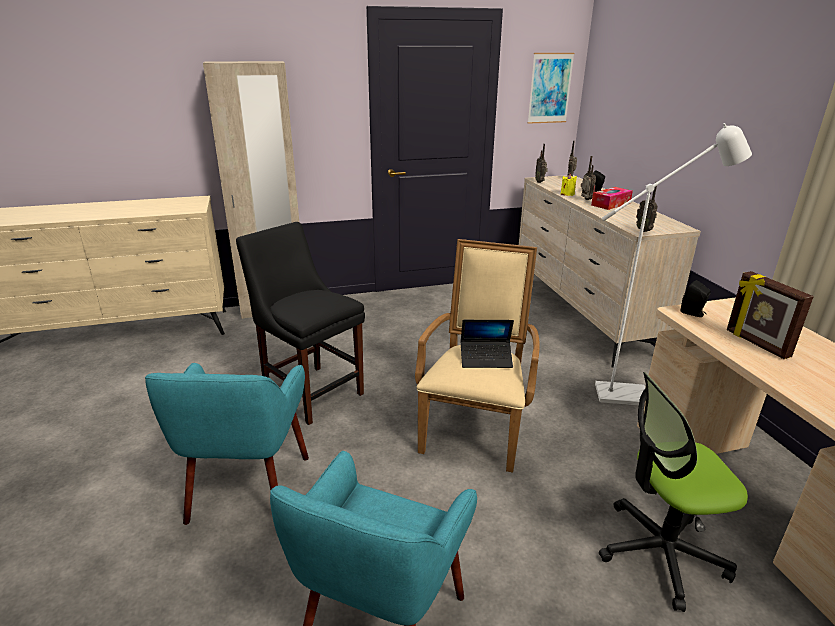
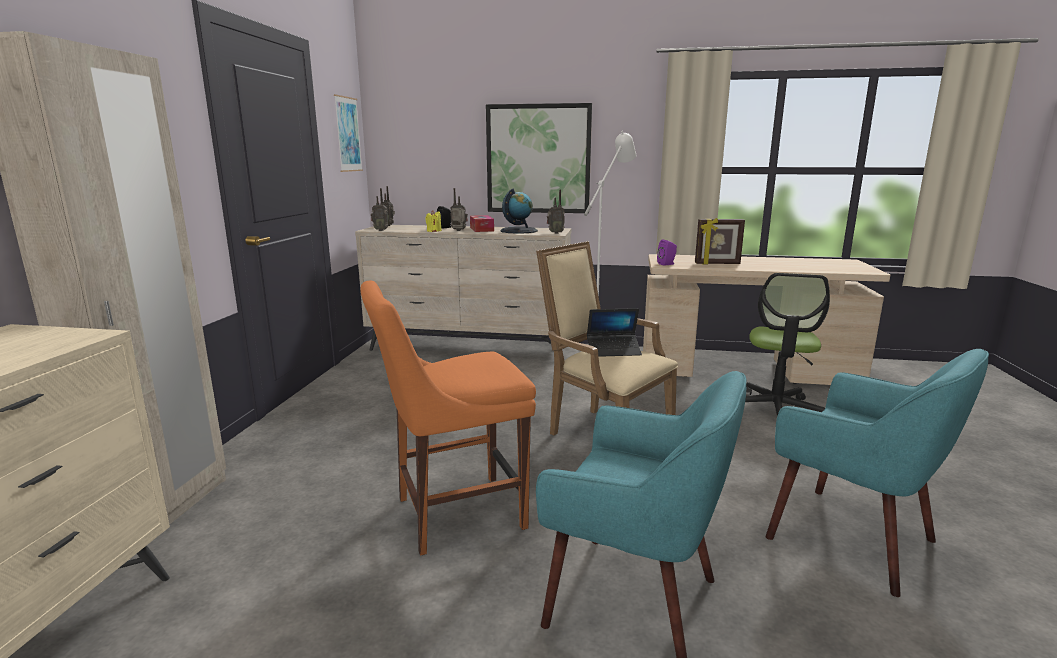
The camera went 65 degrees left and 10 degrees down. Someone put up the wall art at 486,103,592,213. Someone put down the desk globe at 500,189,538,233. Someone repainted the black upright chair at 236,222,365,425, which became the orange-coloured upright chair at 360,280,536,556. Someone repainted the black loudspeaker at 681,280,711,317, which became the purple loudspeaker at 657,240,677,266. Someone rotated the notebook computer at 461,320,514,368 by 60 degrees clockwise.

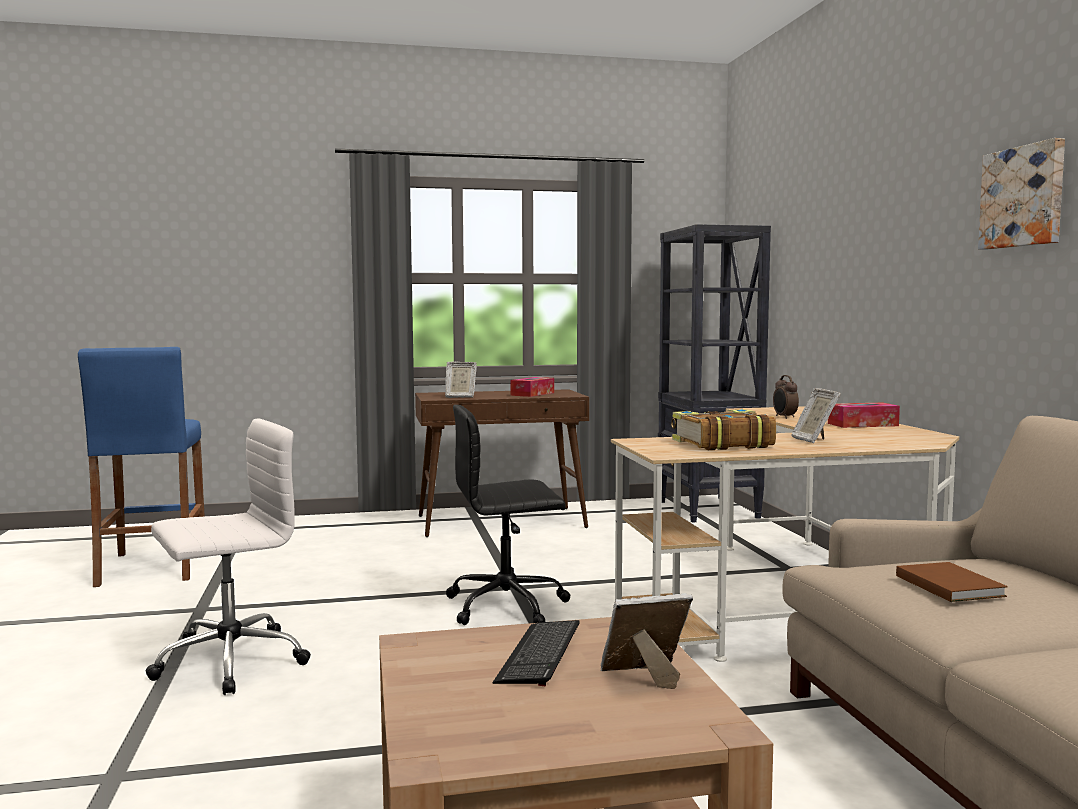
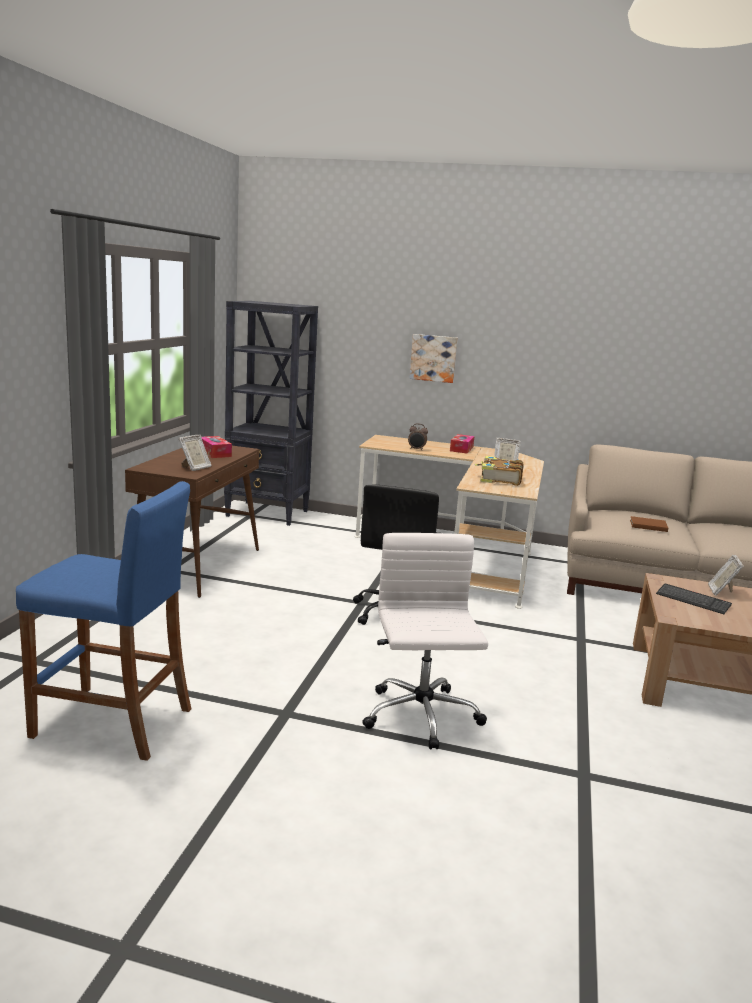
The camera went 65 degrees left and 10 degrees up. Someone carried the wall art from 978,138,1065,249 to 409,334,458,383.

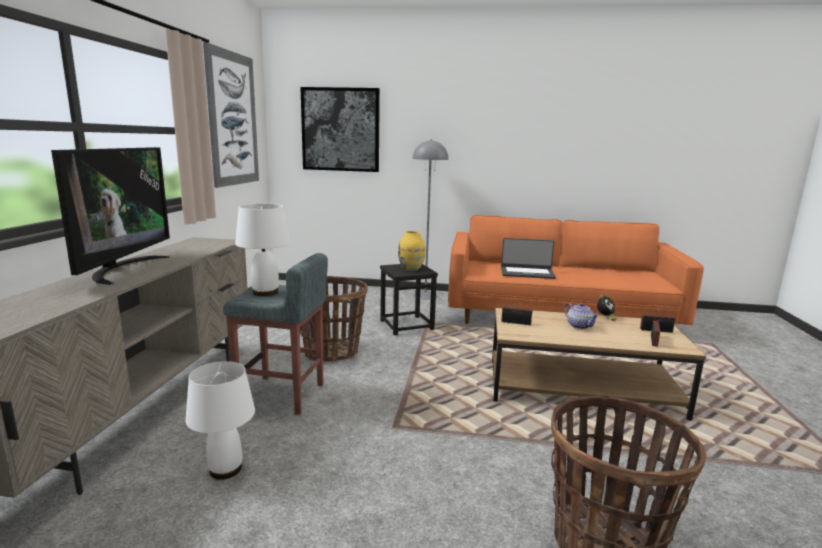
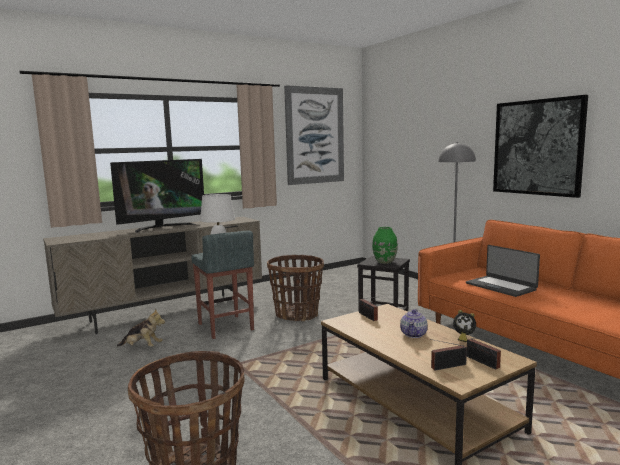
The camera went 50 degrees right and 5 degrees down. Someone carried the wall art from 300,87,380,172 to 493,95,588,198. Someone swapped the whitish tabletop lamp at 186,361,255,480 for the plush toy at 117,310,165,347. Someone repainted the yellowish vase at 398,231,425,271, which became the green vase at 372,227,398,264.

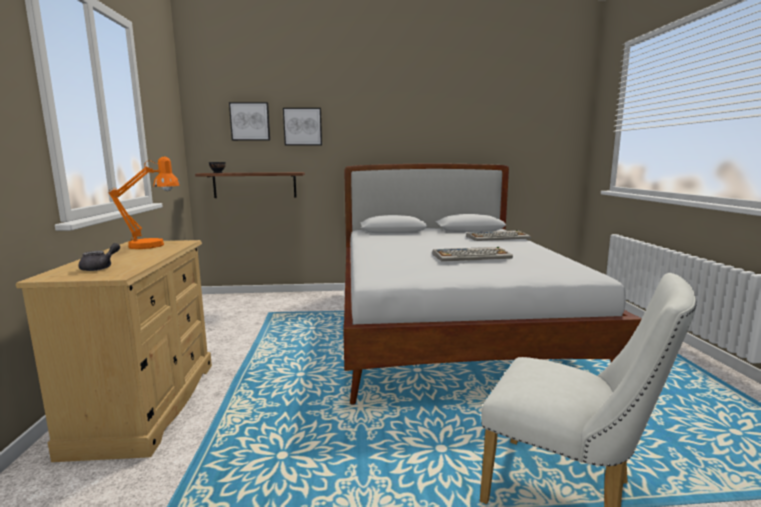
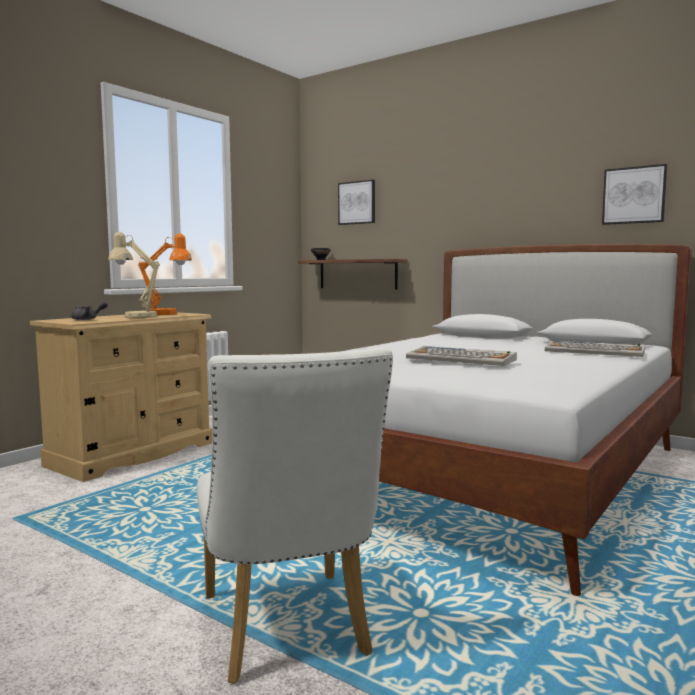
The camera went 40 degrees right and 5 degrees down. Someone put down the beige tabletop lamp at 108,232,160,318. Someone carried the wall art from 283,108,322,146 to 602,164,667,225.

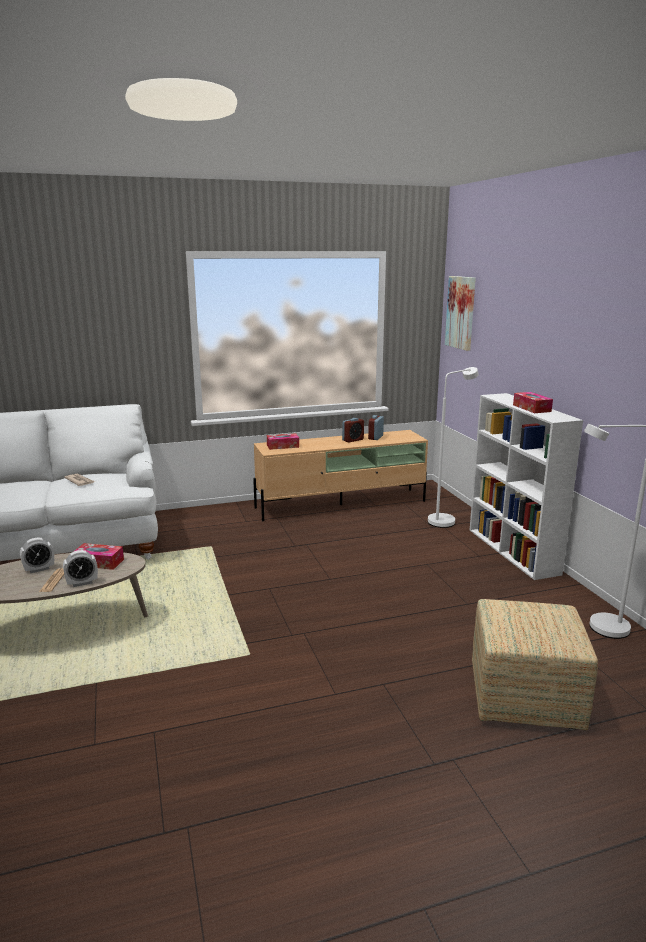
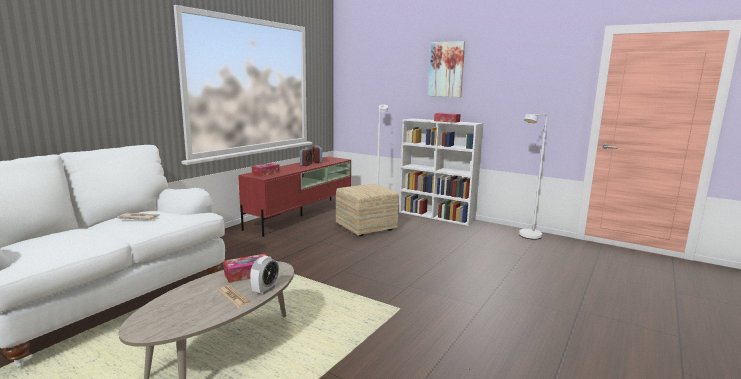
The camera went 40 degrees left and 5 degrees down. Someone took away the bedside clock at 20,537,54,573. Someone carried the wall art from 445,276,476,351 to 428,41,465,97. Someone carried the ottoman from 472,599,598,730 to 336,184,399,236. Someone repainted the beige tv unit at 253,430,428,521, which became the red tv unit at 238,157,351,237.

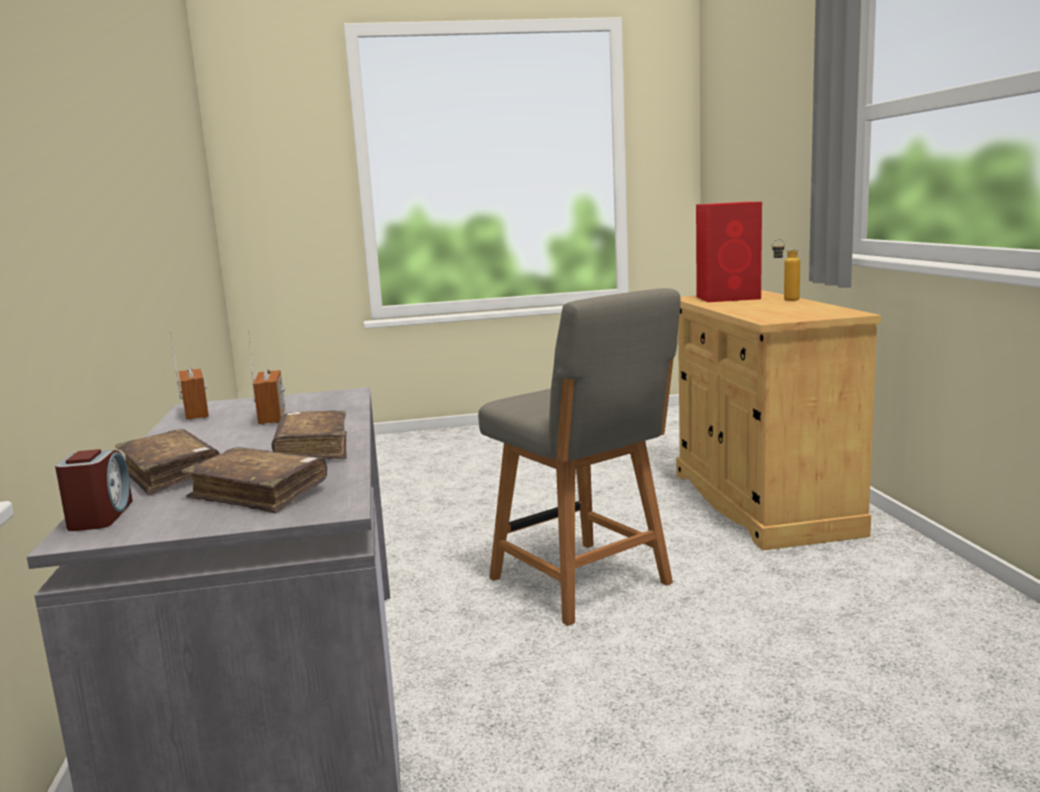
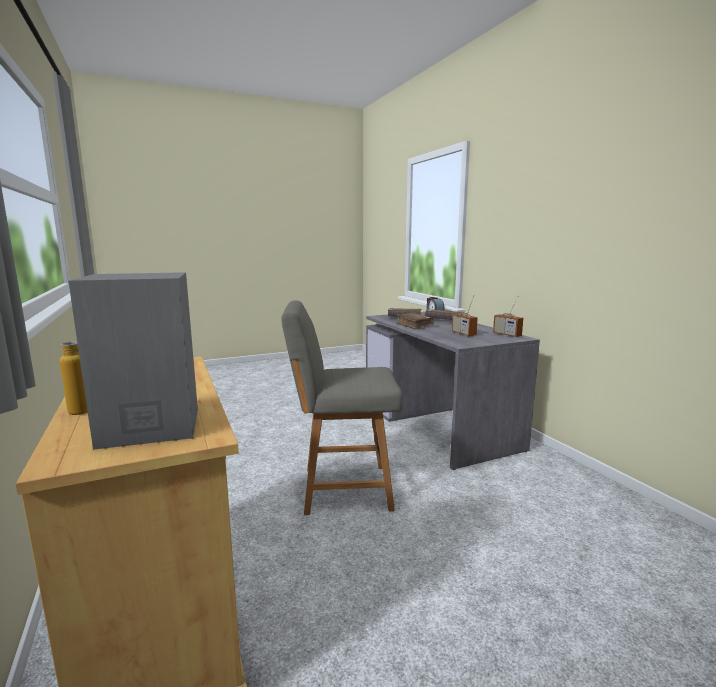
The camera went 165 degrees right and 0 degrees up. Someone repainted the red loudspeaker at 696,202,762,302, which became the gray loudspeaker at 68,272,198,450. Someone rotated the gray upright chair at 478,288,681,626 by 45 degrees counterclockwise.

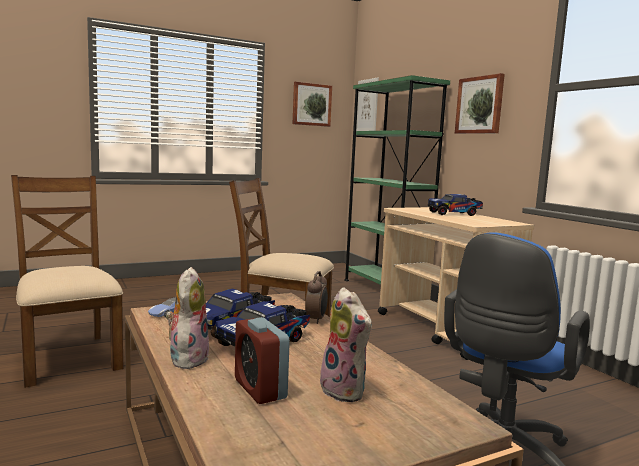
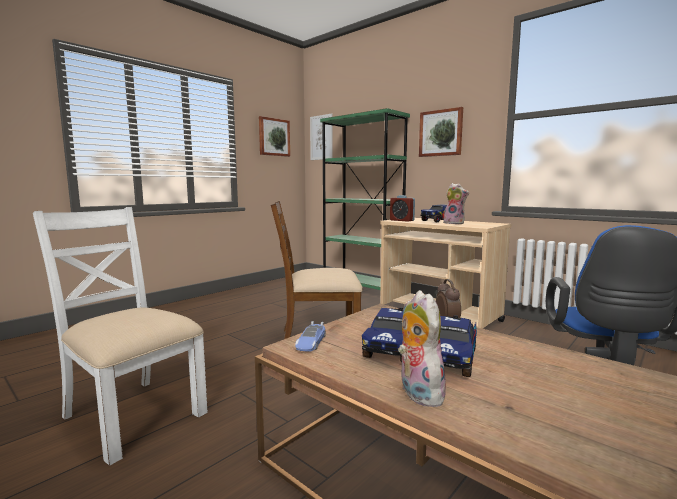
The camera went 20 degrees left and 0 degrees up. Someone carried the bedside clock from 235,317,290,404 to 390,195,415,222. Someone carried the plush toy from 320,287,372,402 to 443,183,469,224. Someone repainted the brownish upright chair at 11,175,123,388, which became the whitish upright chair at 33,207,208,466.

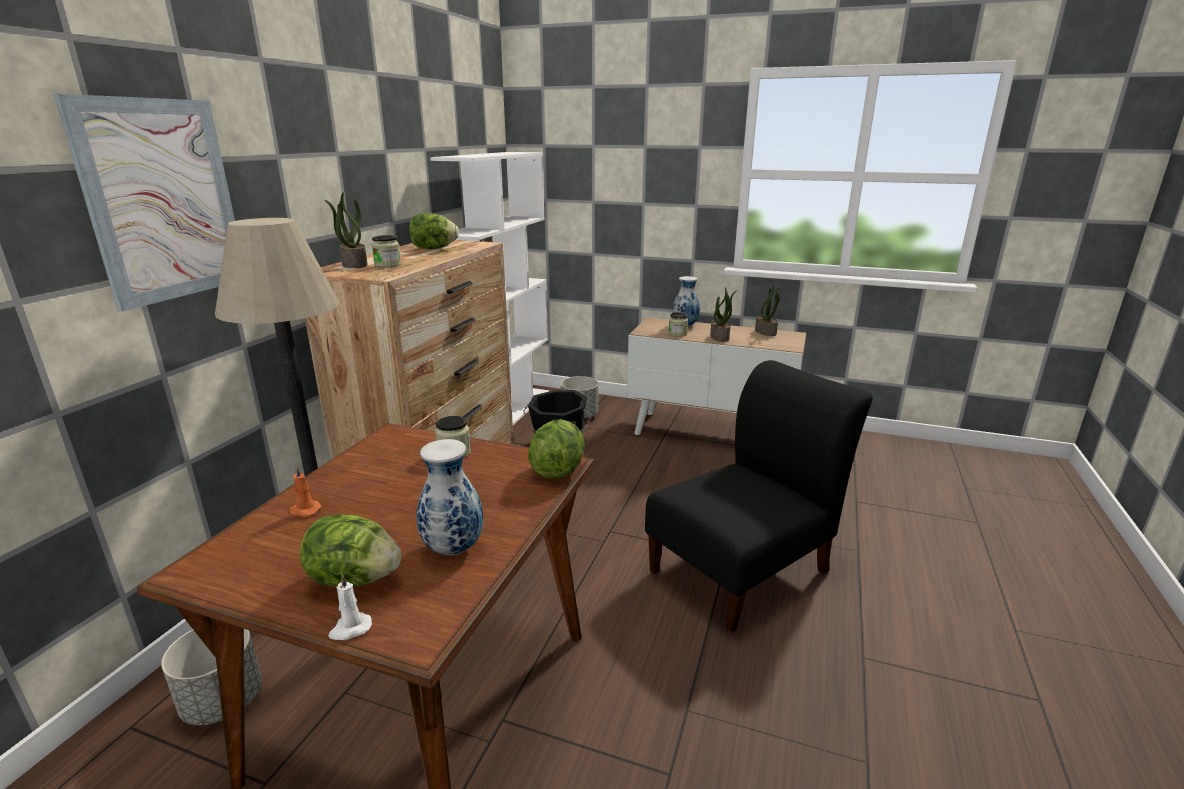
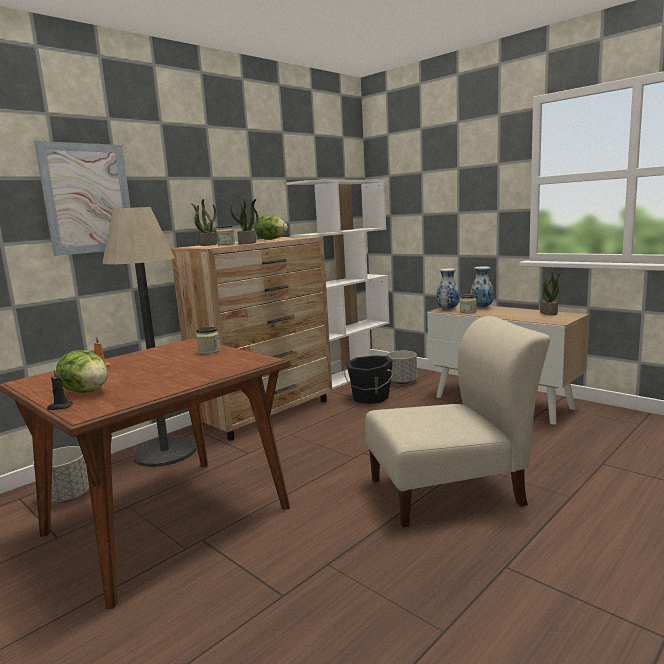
The camera went 25 degrees right and 10 degrees down. Someone took away the lettuce at 528,419,585,479. Someone carried the vase from 417,439,483,555 to 436,268,460,310. Someone carried the houseplant from 710,287,736,342 to 230,196,258,245. Someone repainted the whitish wax light at 329,574,372,640, which became the black wax light at 47,369,73,410. Someone repainted the black upright chair at 645,360,873,633, which became the beige upright chair at 365,316,550,527.

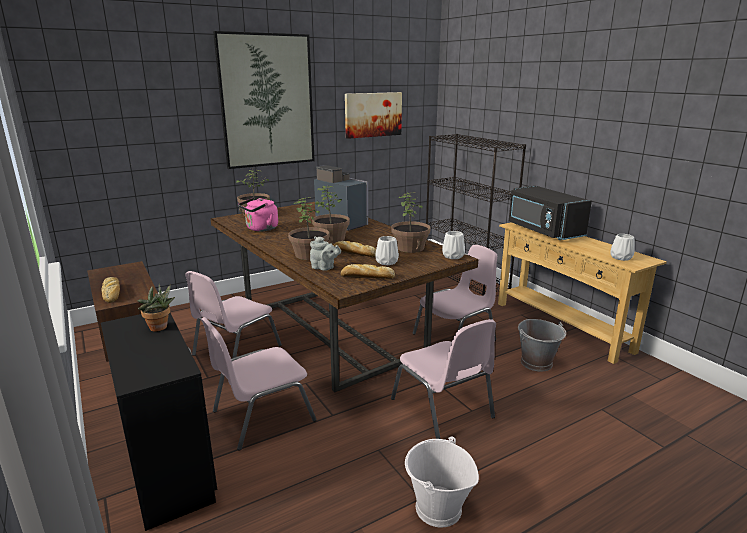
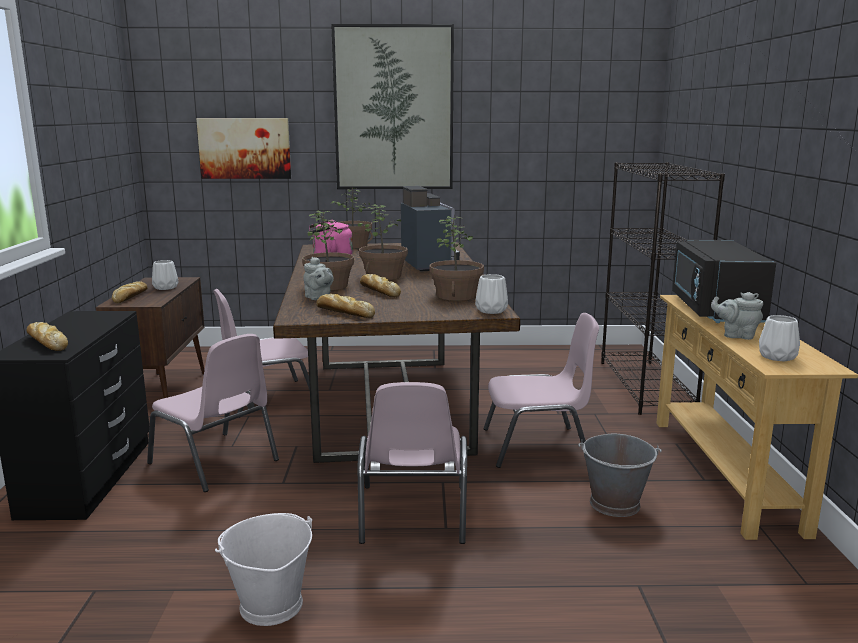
The camera went 30 degrees right and 5 degrees down. Someone took away the houseplant at 137,284,175,331. Someone put down the baked bread at 27,322,68,351. Someone put down the gray teapot at 711,292,763,340. Someone carried the wall art from 345,92,402,139 to 196,118,291,179. Someone carried the whitish vase from 375,236,399,265 to 152,260,178,290. Someone rotated the pink-coloured upright chair at 201,317,317,450 by 135 degrees counterclockwise.

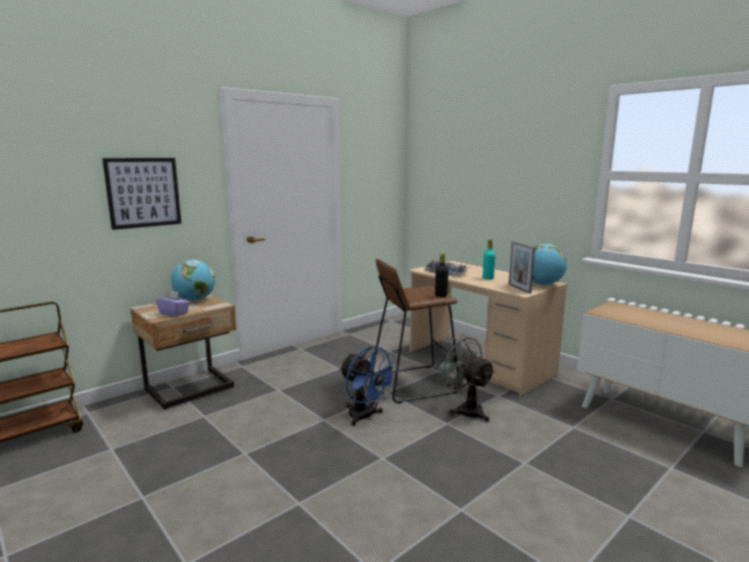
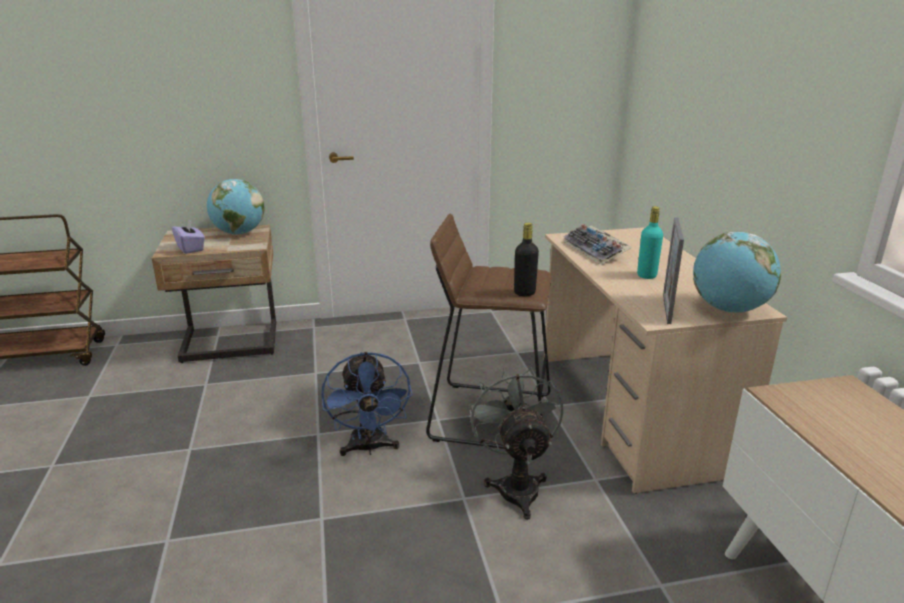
The camera went 30 degrees right and 10 degrees up. Someone took away the wall art at 102,158,181,230.

